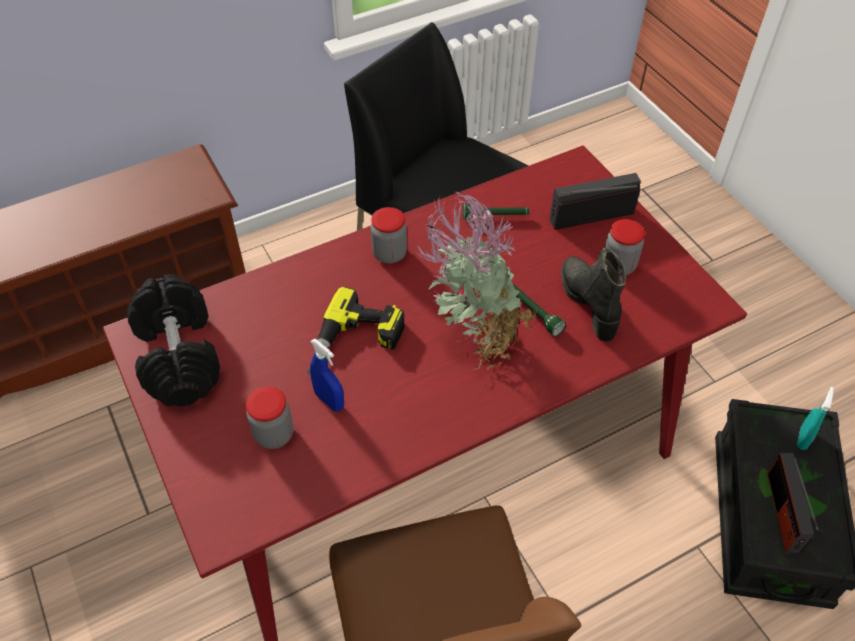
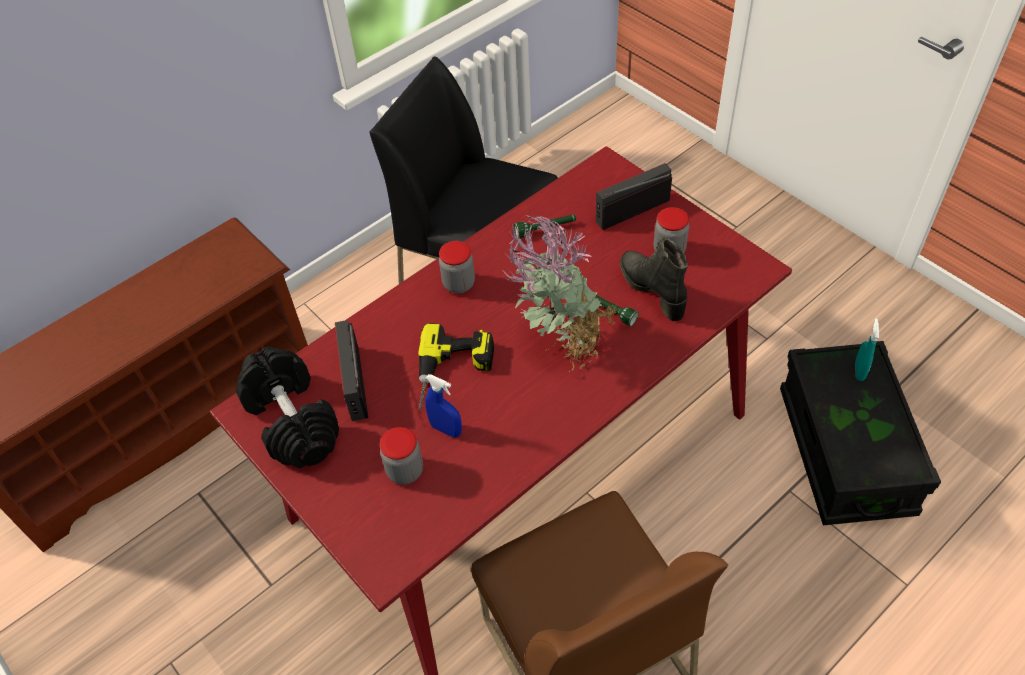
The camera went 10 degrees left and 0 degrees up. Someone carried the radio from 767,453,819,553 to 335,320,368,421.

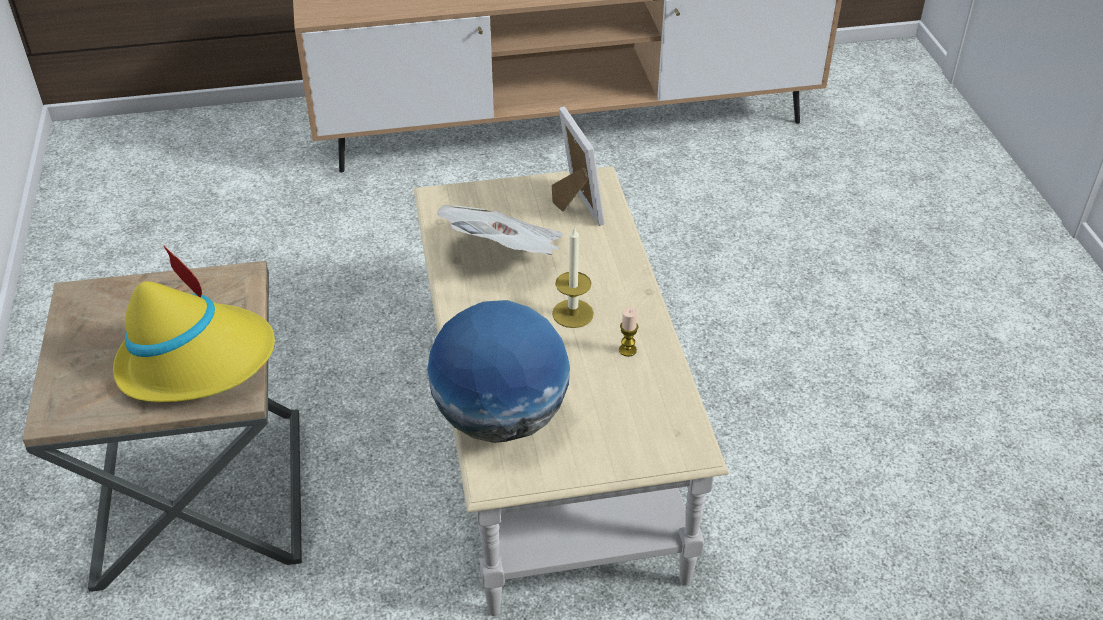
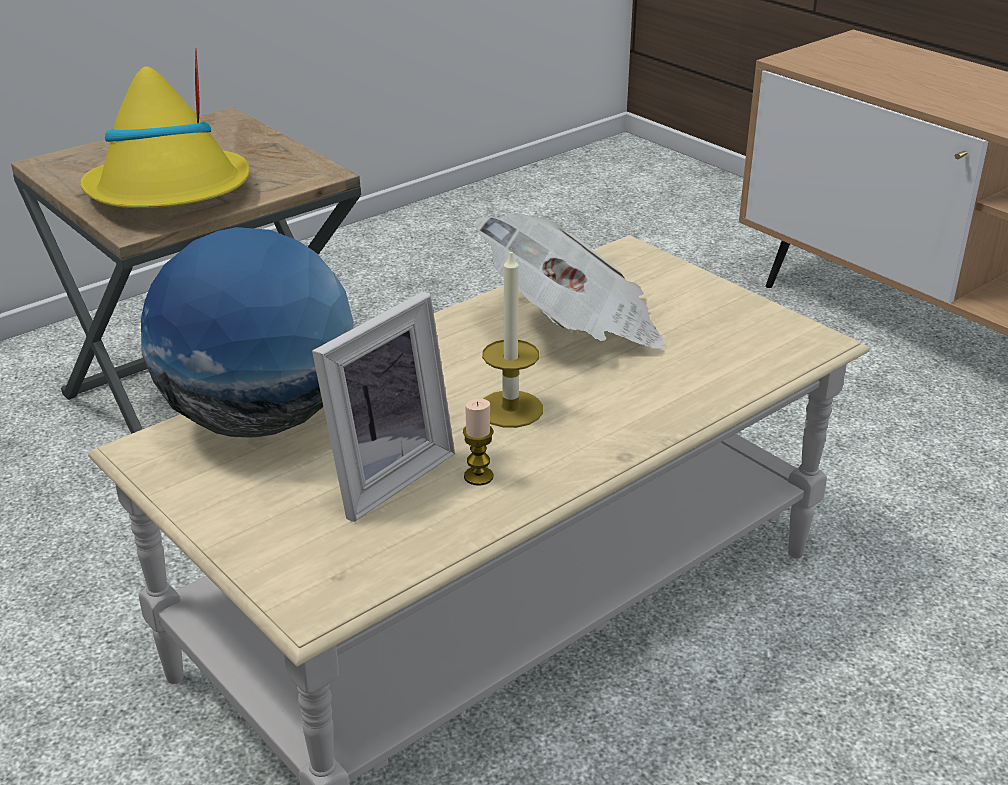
The camera went 60 degrees right and 10 degrees down. Someone carried the standing frame from 552,106,605,226 to 312,291,455,522.

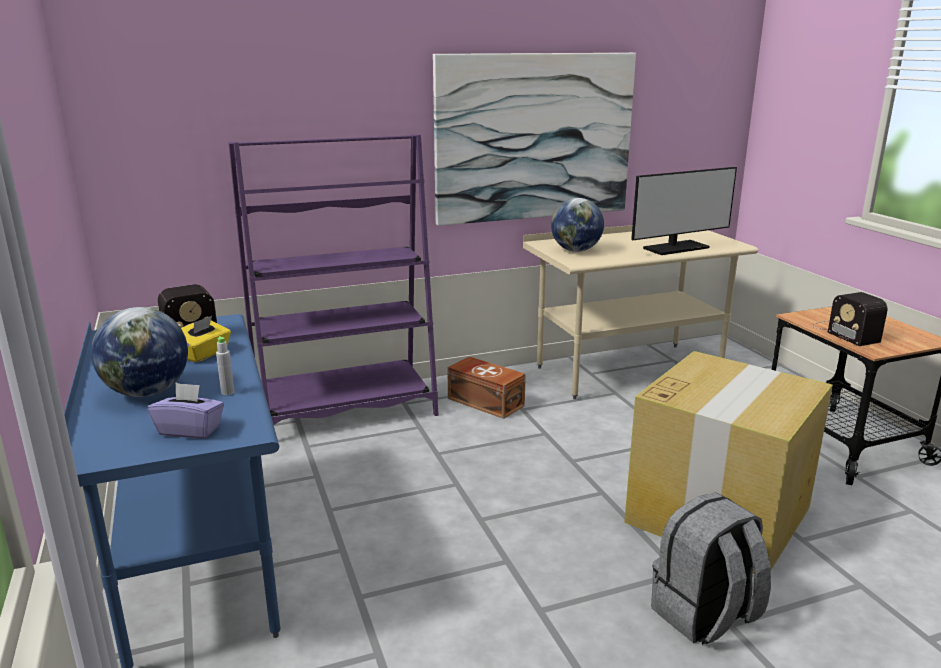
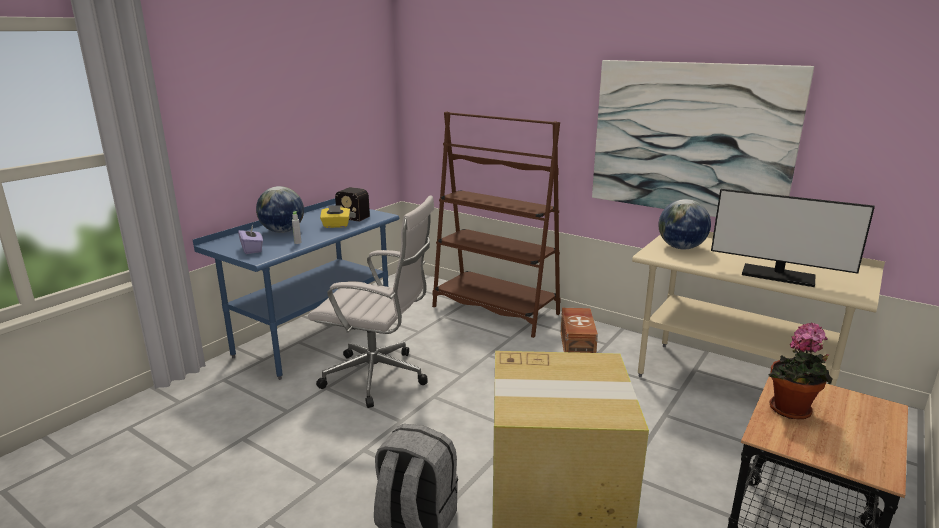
The camera went 55 degrees right and 0 degrees up. Someone put down the whitish office chair at 308,195,435,408. Someone swapped the radio at 812,292,888,346 for the houseplant at 768,323,832,419. Someone repainted the purple bookshelf at 228,134,439,425, which became the brownish bookshelf at 432,111,561,338.

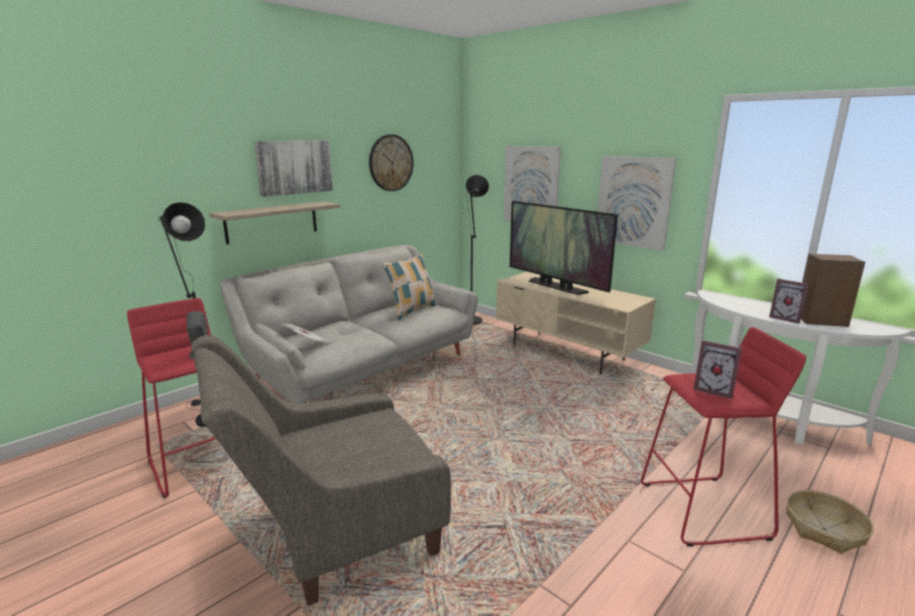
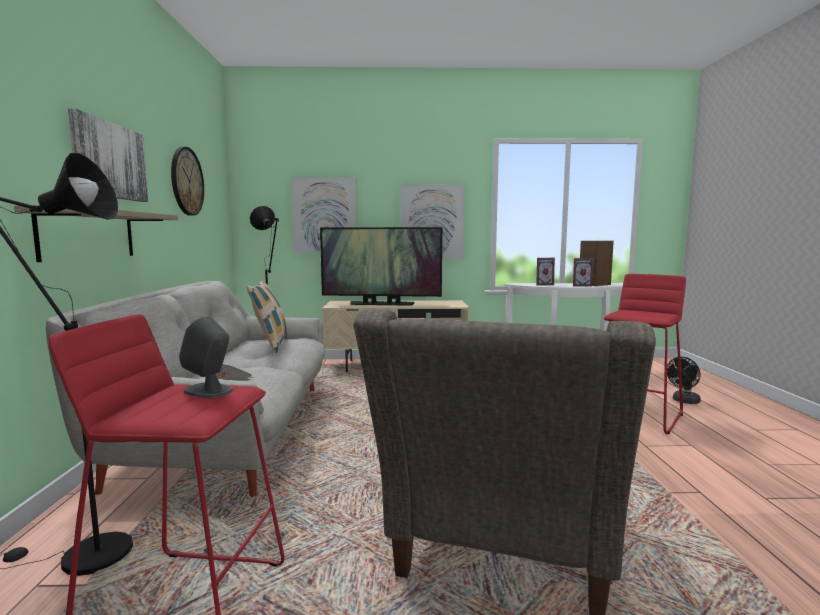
The camera went 45 degrees left and 10 degrees down. Someone carried the standing frame from 694,340,742,399 to 536,258,555,286. Someone swapped the basket at 786,490,873,554 for the black cooling fan at 667,357,701,404.

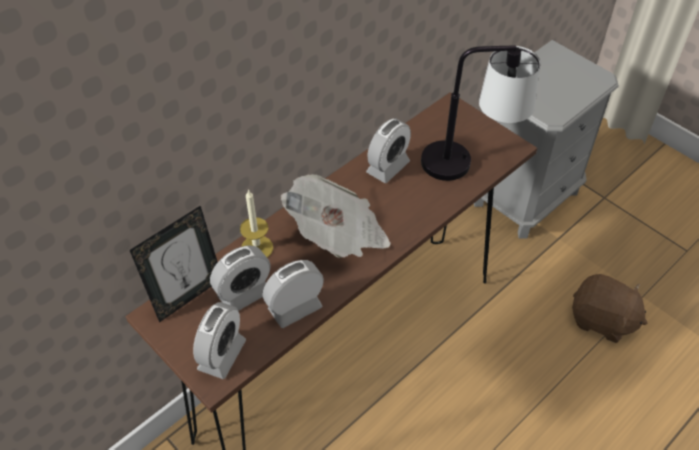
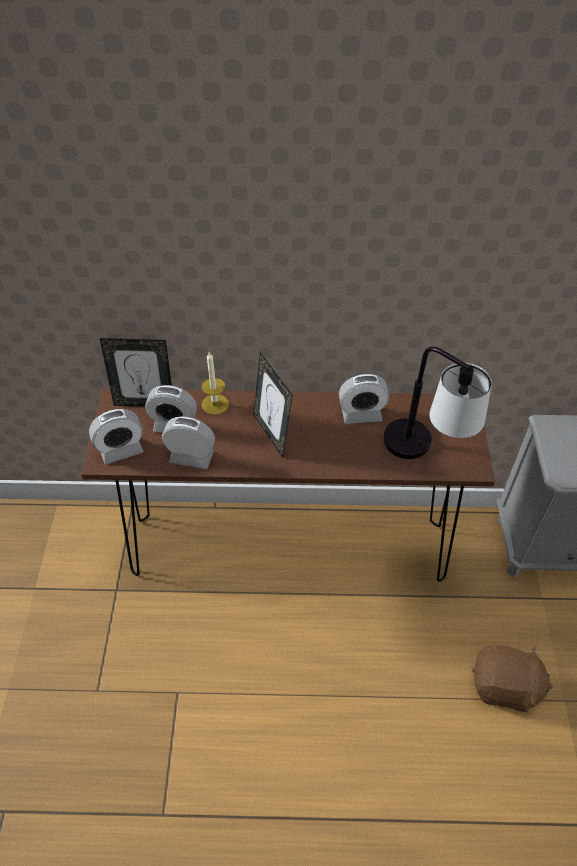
The camera went 45 degrees right and 0 degrees up. Someone swapped the daily paper at 281,174,391,258 for the standing frame at 253,352,293,458. Someone rotated the brownish plush toy at 572,274,648,343 by 60 degrees counterclockwise.

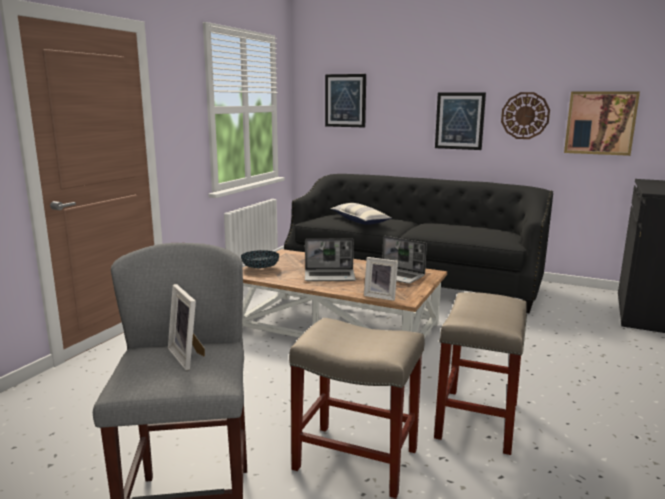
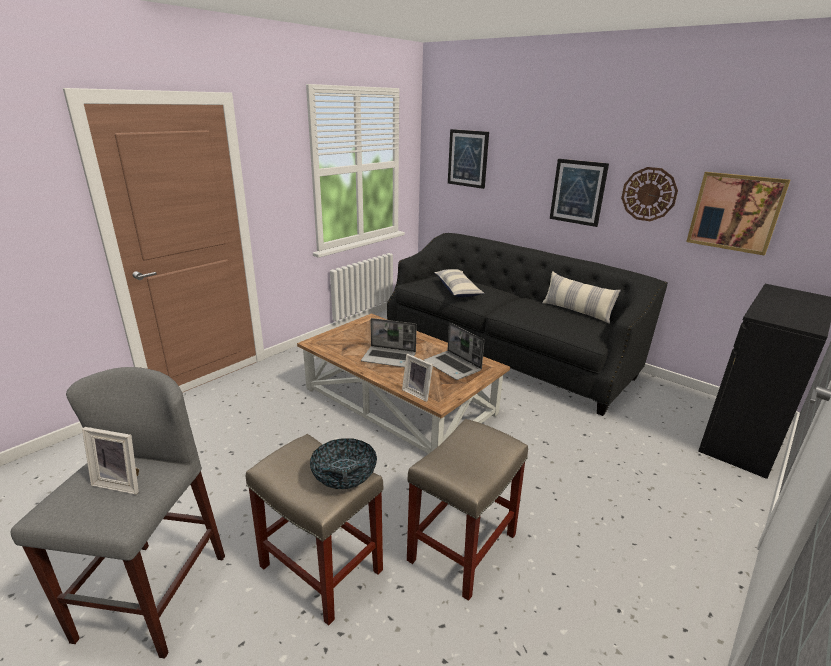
The camera went 15 degrees right and 10 degrees up. Someone put down the throw pillow at 542,271,621,324. Someone carried the serving bowl from 241,250,279,268 to 310,438,377,489. Someone rotated the standing frame at 168,284,205,370 by 60 degrees counterclockwise.

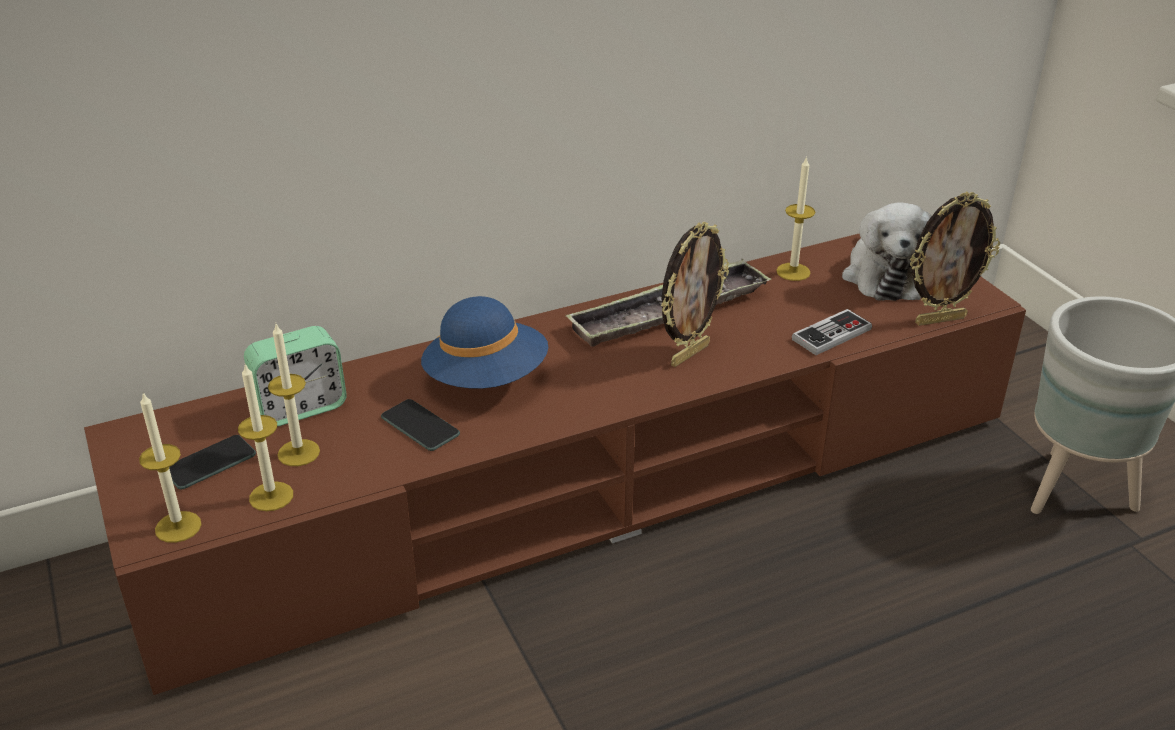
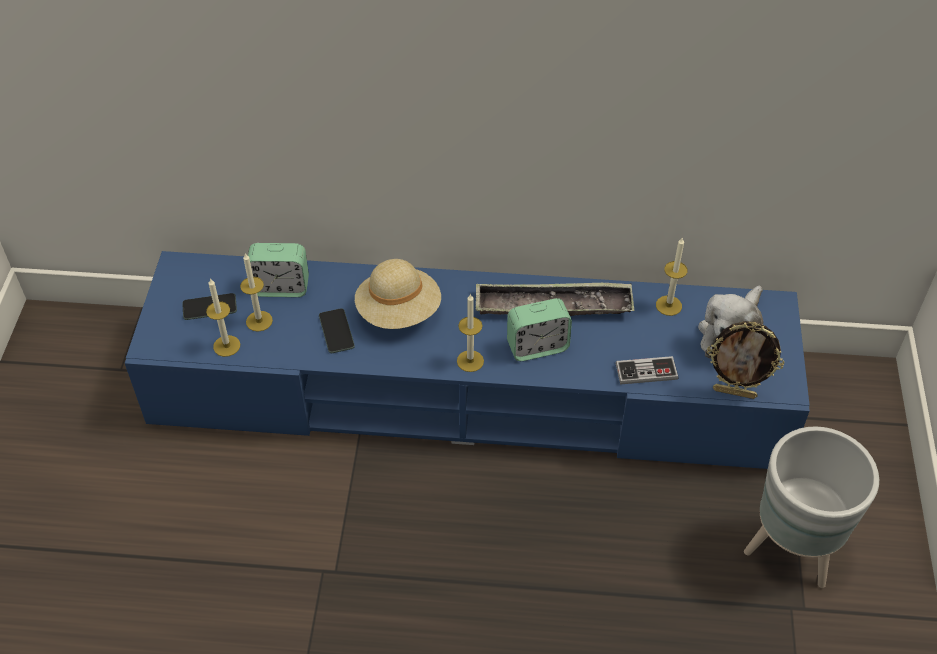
The camera went 30 degrees right and 15 degrees up. Someone carried the wax light from 139,393,202,543 to 457,294,484,372. Someone swapped the standing frame at 661,222,729,367 for the bedside clock at 507,298,572,361. Someone repainted the brownish tv unit at 84,234,1026,695, which became the blue tv unit at 125,251,810,469. Someone repainted the blue clothing hat at 421,296,548,389, which became the beige clothing hat at 355,259,441,329.

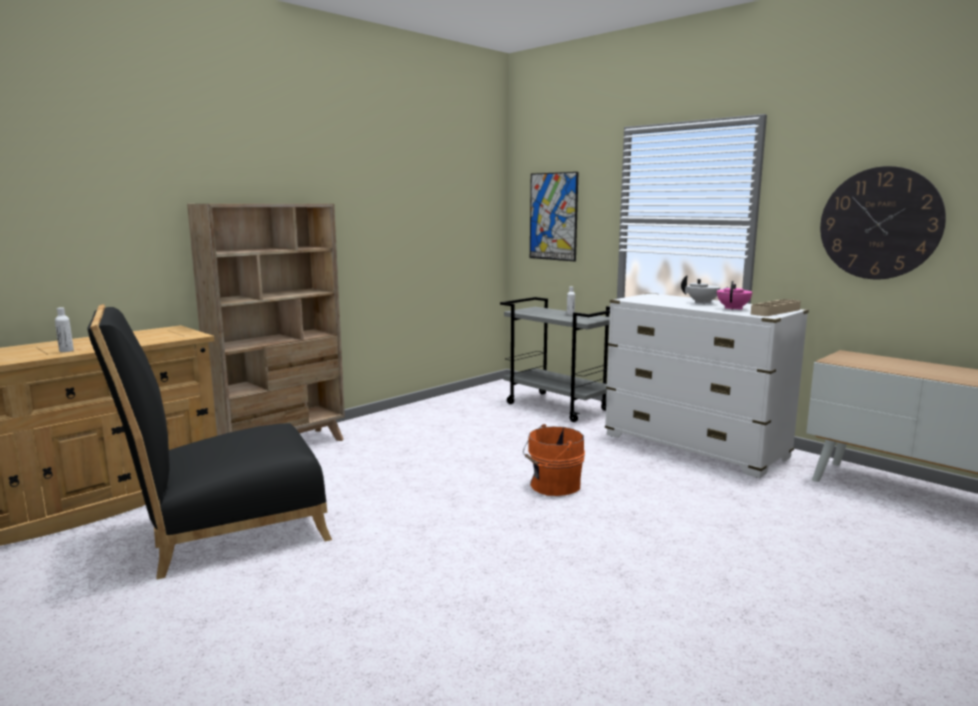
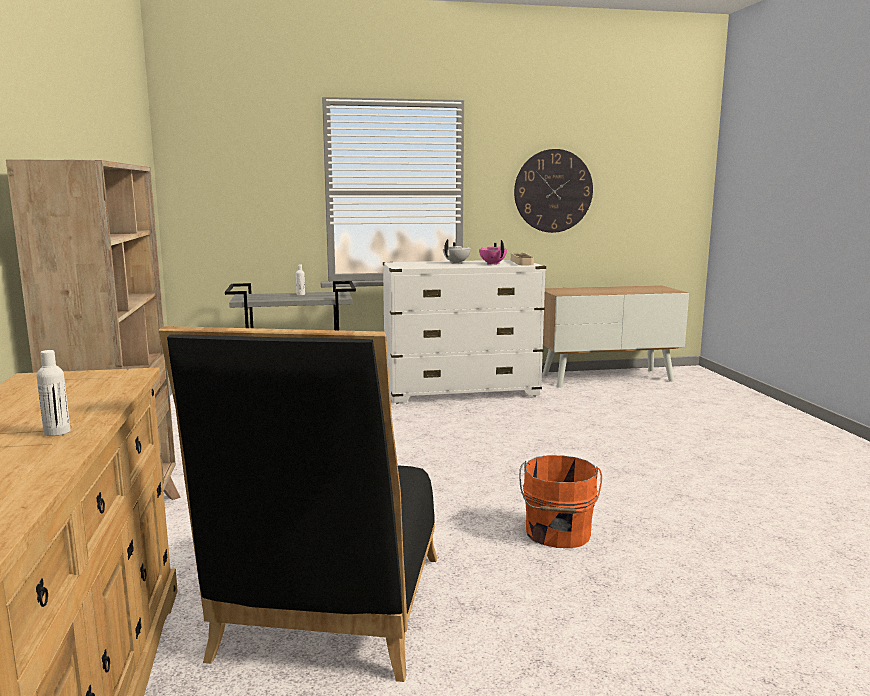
The camera went 55 degrees left and 0 degrees up. Someone took away the wall art at 530,172,578,261. Someone carried the orange-coloured bucket from 523,424,585,496 to 519,455,602,548.

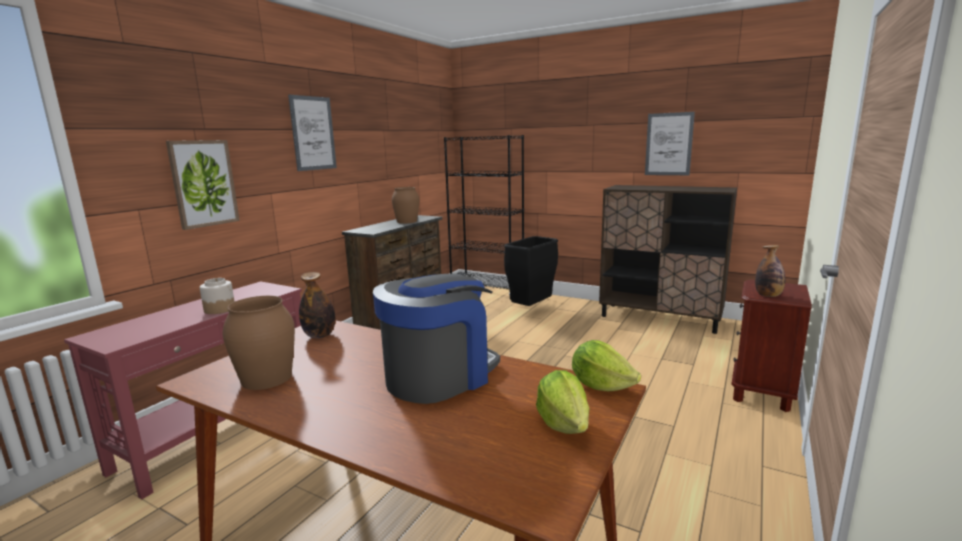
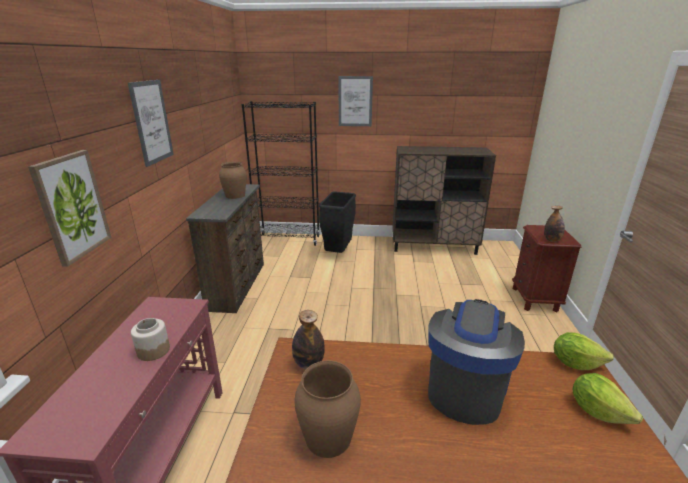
The camera went 25 degrees left and 10 degrees up. Someone carried the wall art from 645,112,695,175 to 338,76,373,126.

